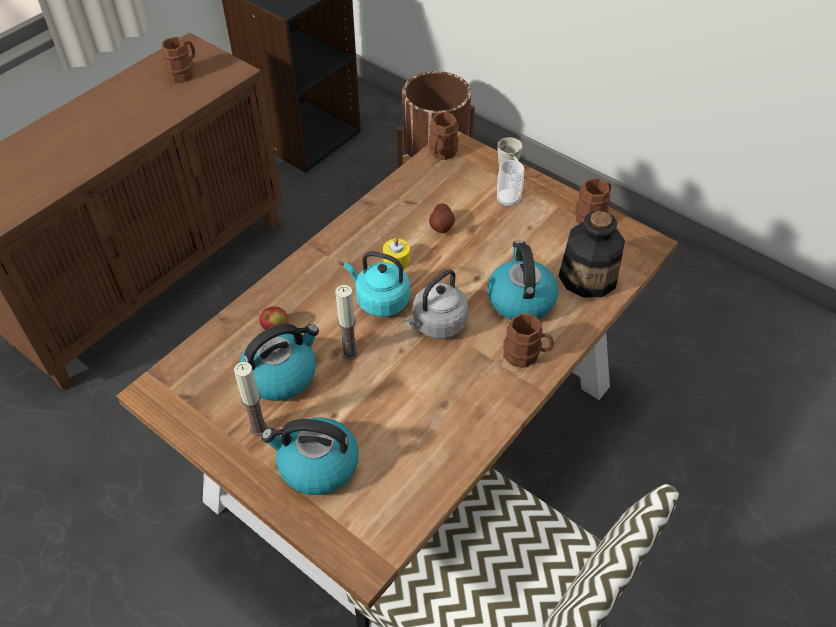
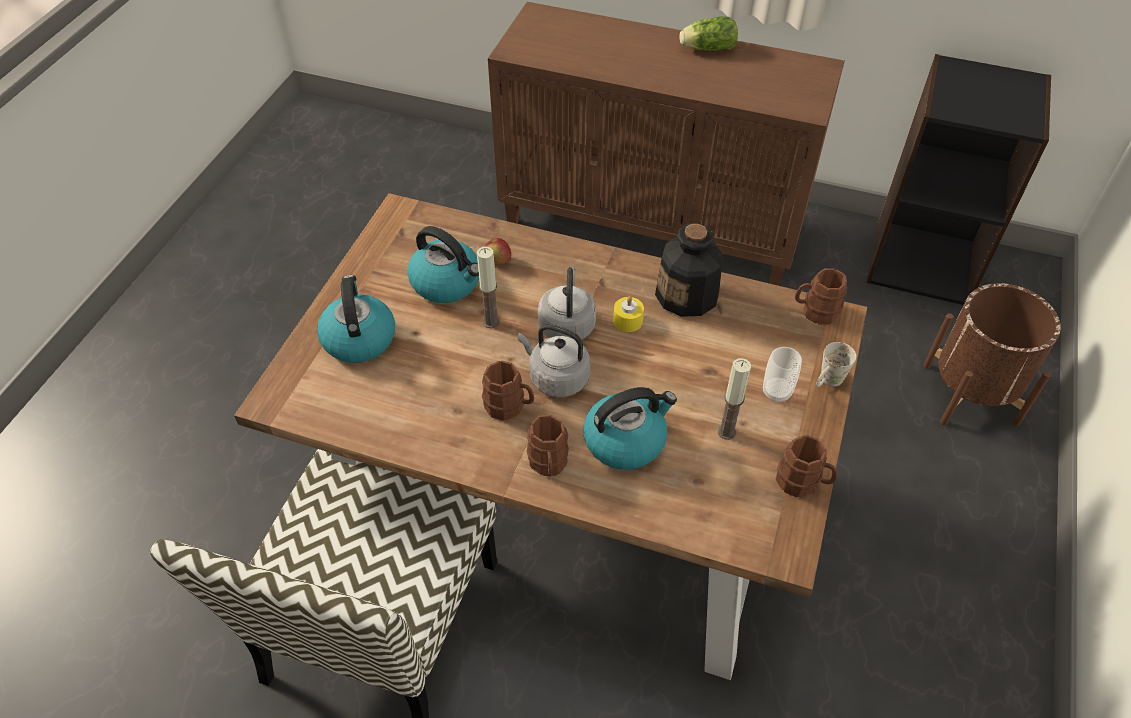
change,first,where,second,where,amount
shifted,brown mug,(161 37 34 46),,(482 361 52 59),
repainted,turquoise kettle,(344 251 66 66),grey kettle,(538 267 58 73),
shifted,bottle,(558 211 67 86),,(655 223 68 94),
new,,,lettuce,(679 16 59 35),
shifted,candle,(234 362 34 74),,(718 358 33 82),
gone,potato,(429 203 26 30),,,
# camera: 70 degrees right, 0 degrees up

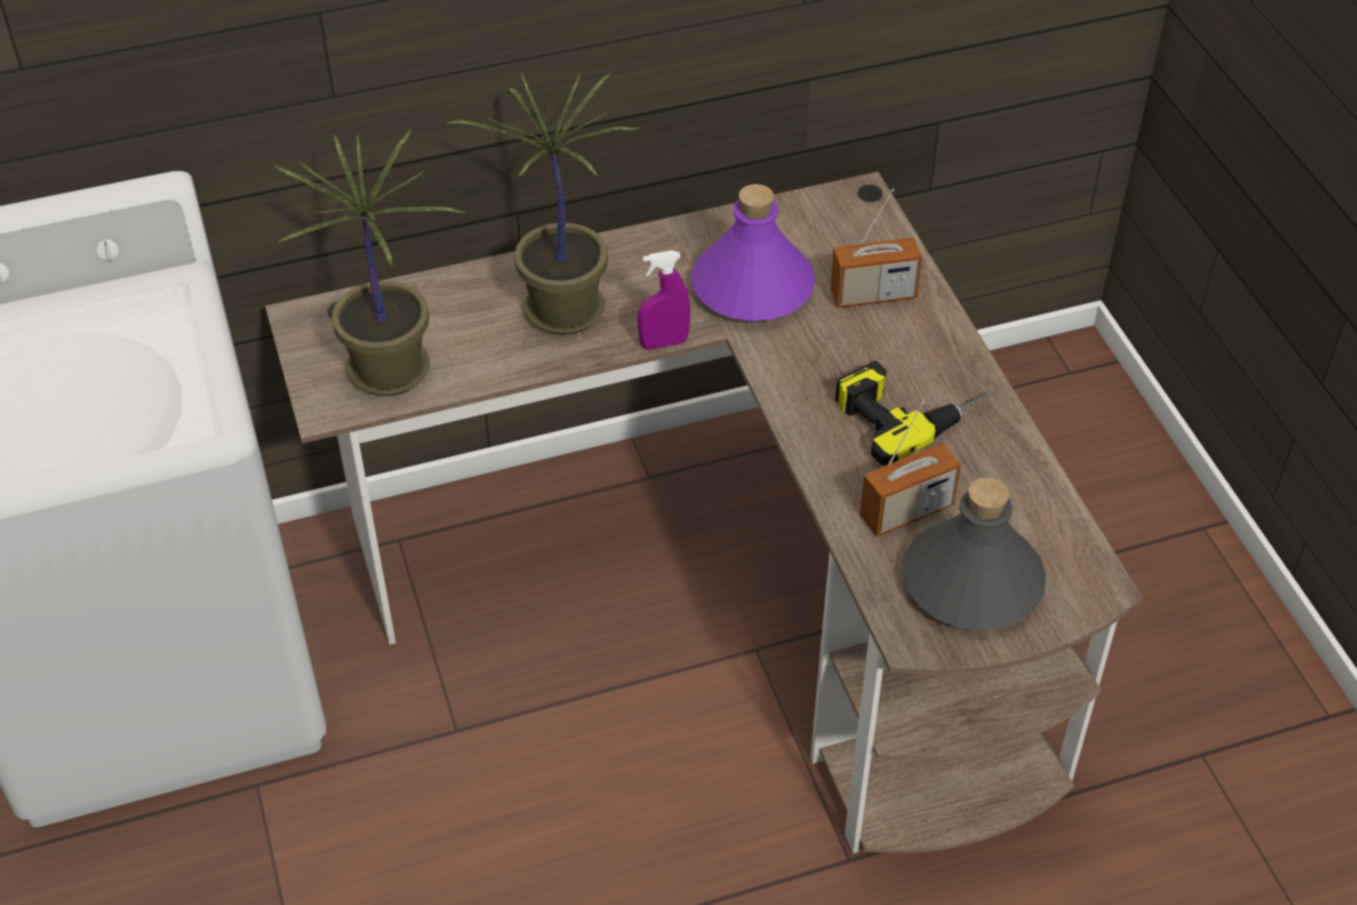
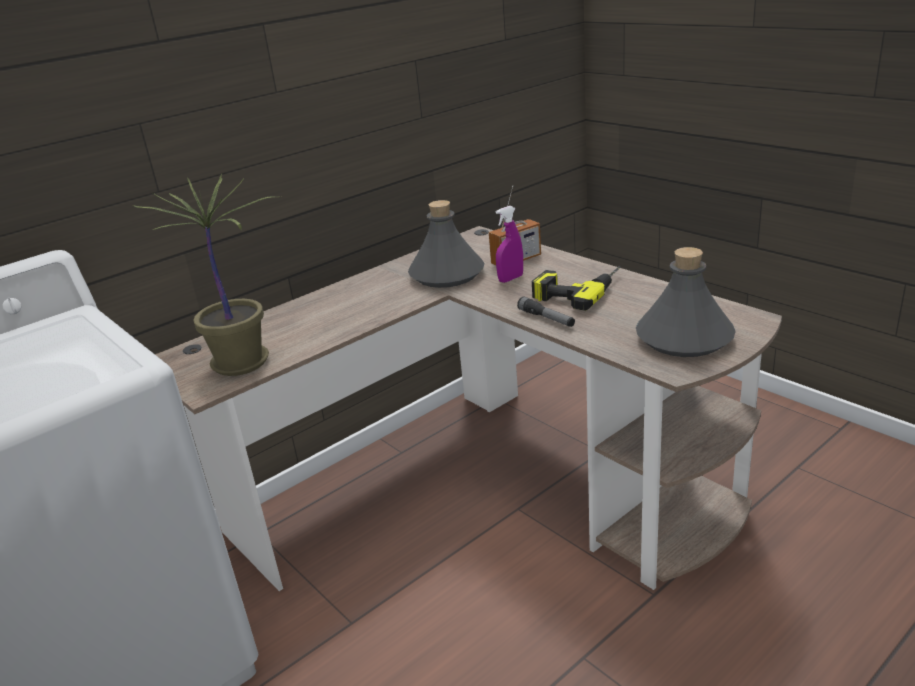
change,first,where,second,where,amount
repainted,purple bottle,(691 184 124 137),grey bottle,(408 200 76 88),
shifted,purple spray bottle,(637 250 54 100),,(496 206 27 77),
new,,,flashlight,(517 296 58 31),
gone,potted plant,(446 73 194 262),,,
gone,radio,(860 401 101 136),,,
# camera: 20 degrees left, 20 degrees down

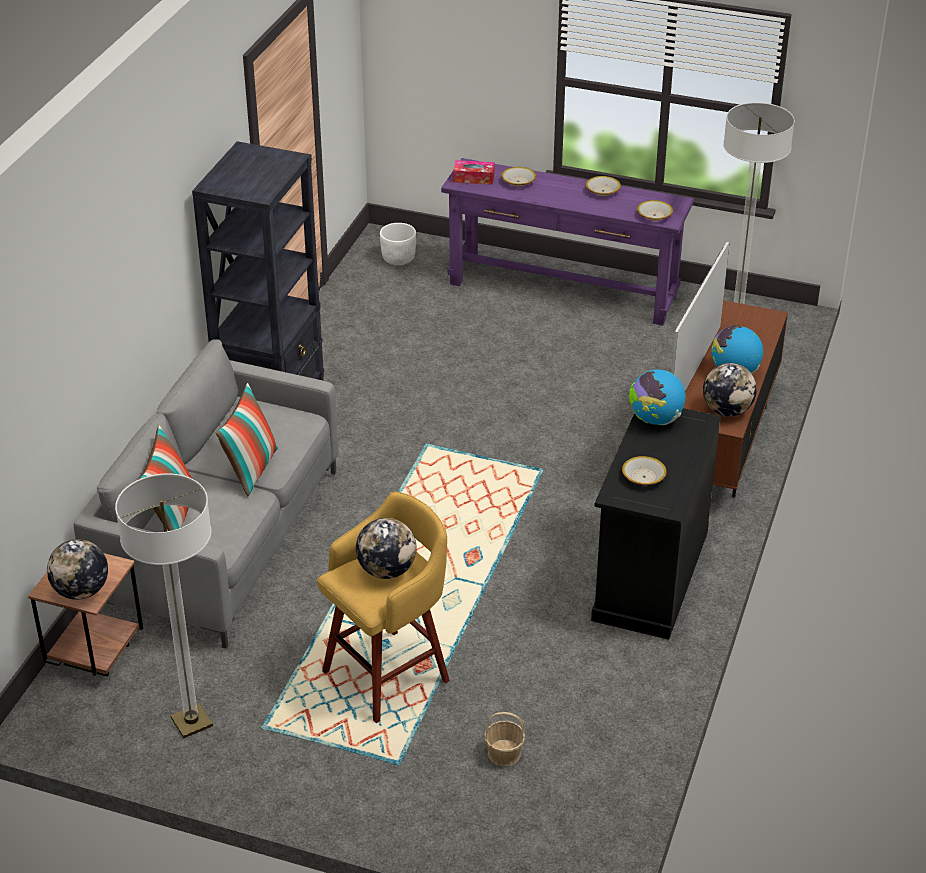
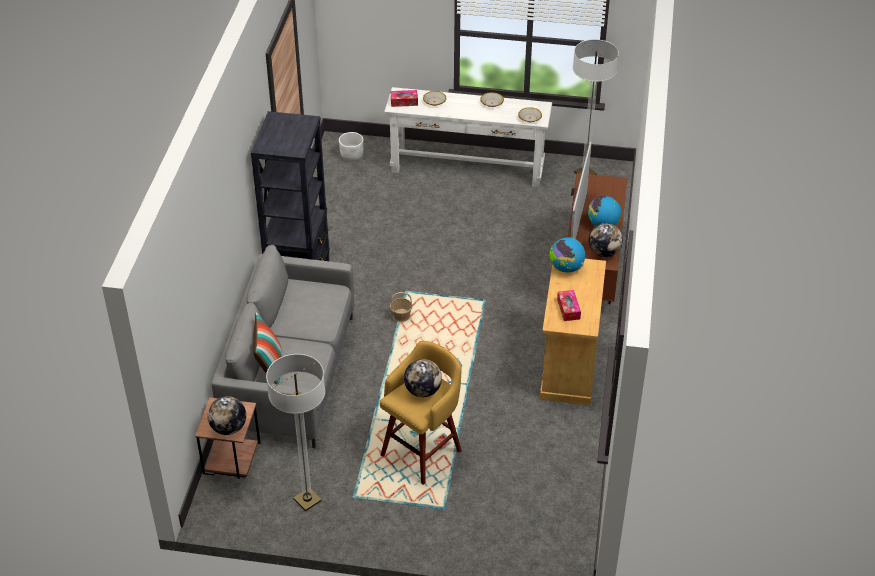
change,first,where,second,where,amount
repainted,purple console table,(441 158 253 167),white console table,(384 87 168 100),
shifted,basket,(484 712 41 54),,(390 292 22 30),
repainted,black cabinet,(591 408 130 232),beige cabinet,(540 259 66 146),
swapped,bowl,(622 456 44 29),tissue box,(557 290 24 31),
gone,pillow,(216 383 62 113),,,
# camera: 10 degrees left, 5 degrees up

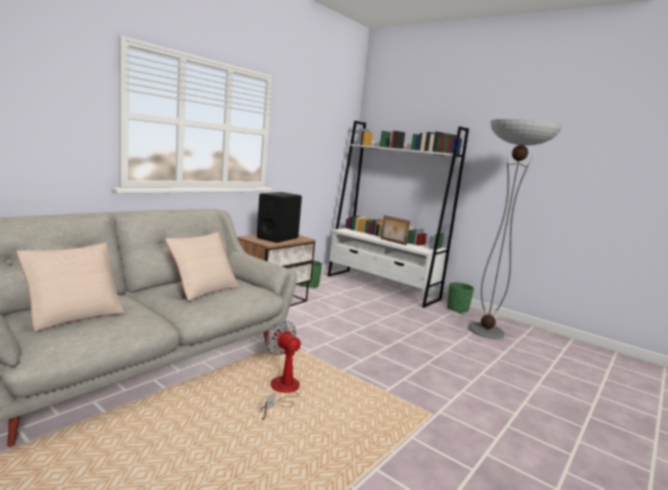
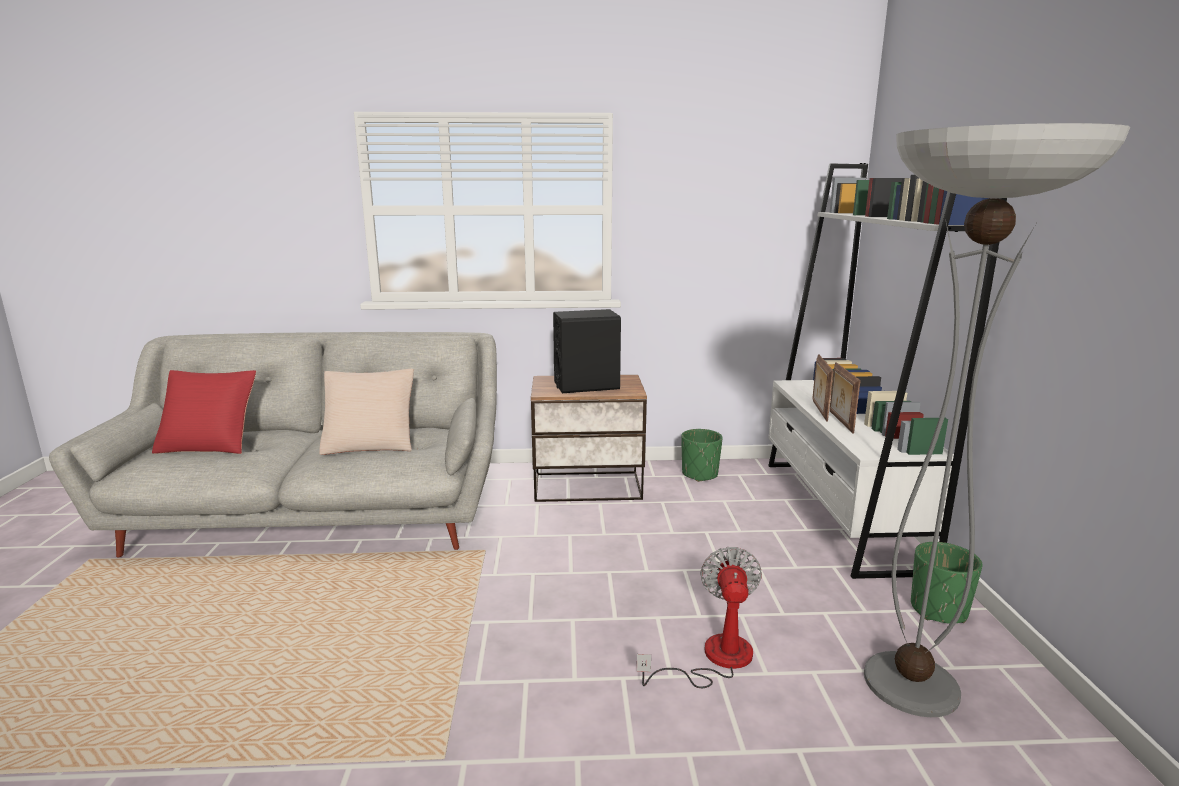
change,first,where,second,where,amount
repainted,beige pillow,(17 243 108 88),red pillow,(152 370 104 84),
shifted,fan,(260 321 41 99),,(637 547 125 141),
new,,,picture frame,(812 355 21 67),
# camera: 50 degrees right, 5 degrees up

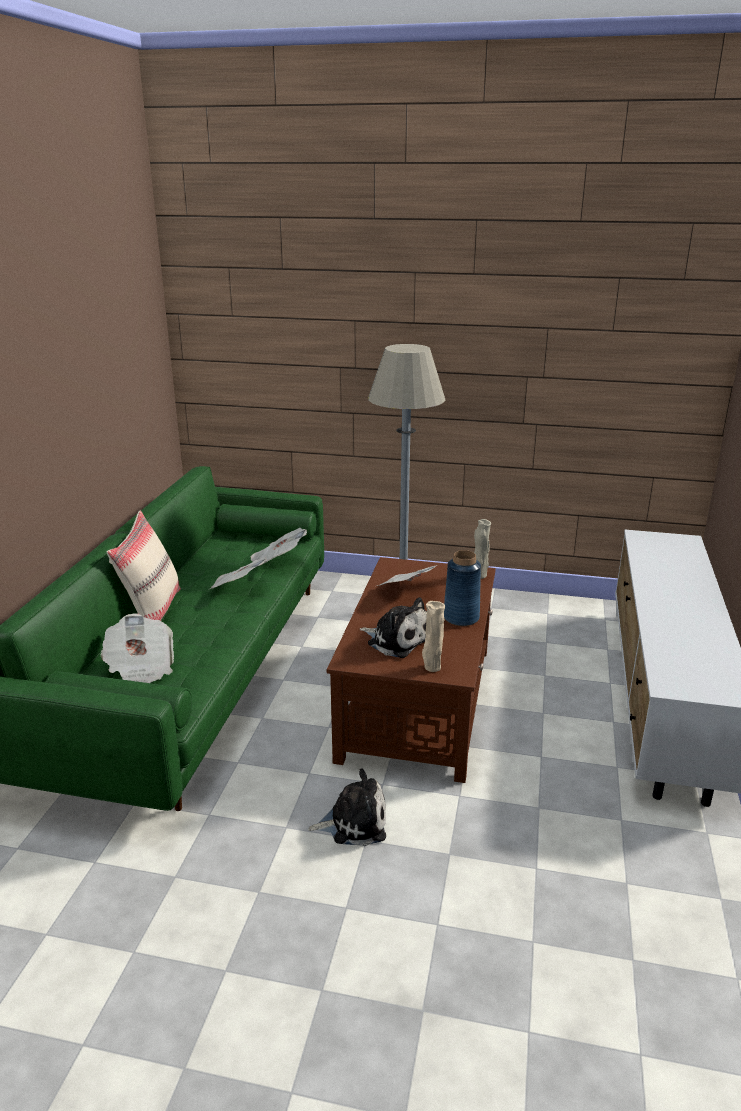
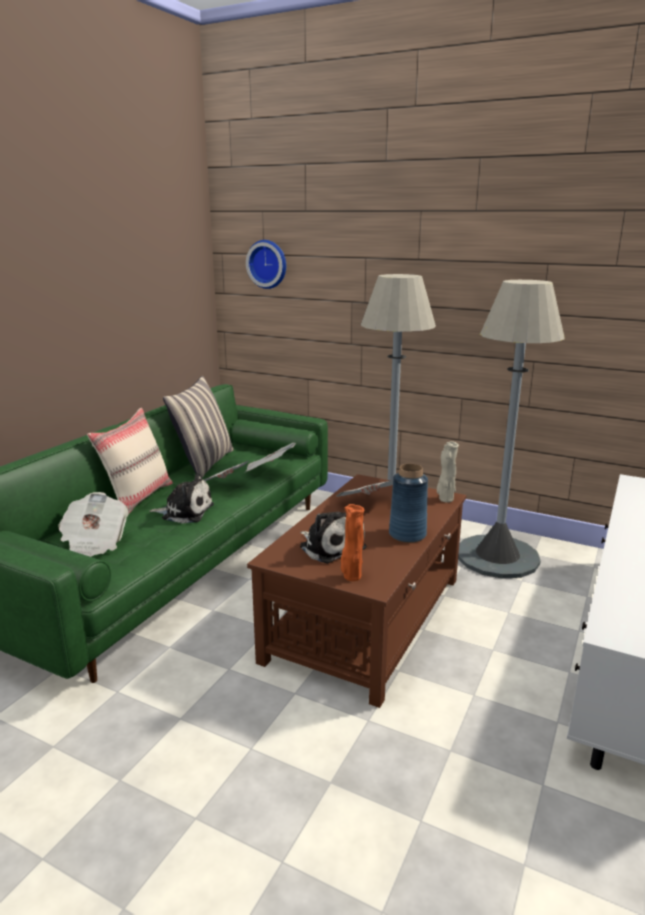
change,first,where,second,where,amount
shifted,plush toy,(308 769 78 77),,(149 473 65 51),
new,,,pillow,(163 376 71 102),
new,,,wall clock,(246 240 40 49),
repainted,beige vase,(422 601 23 71),orange vase,(341 504 23 77),
new,,,grey floor lamp,(458 280 106 299),
# camera: 15 degrees right, 5 degrees down

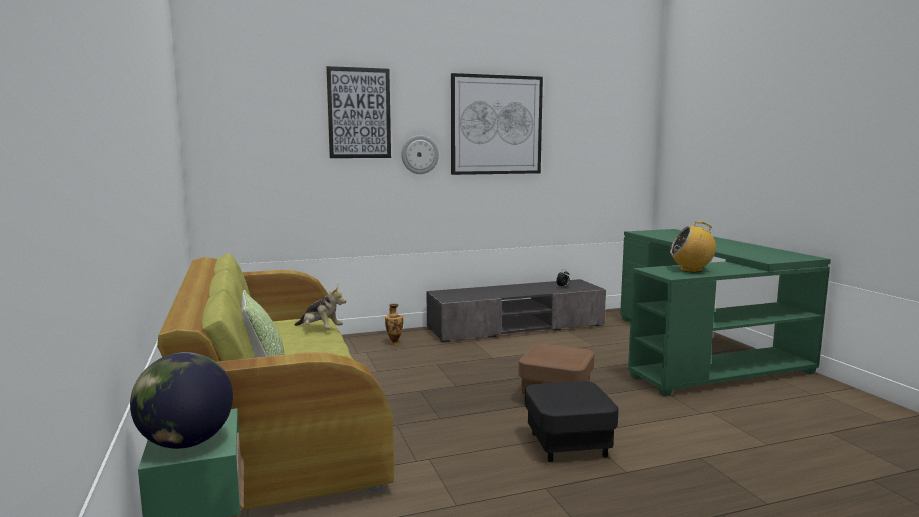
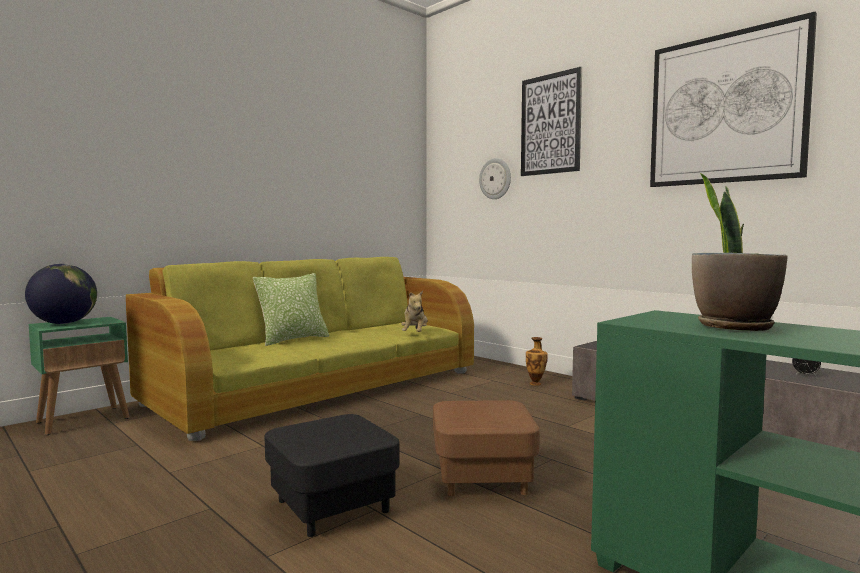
change,first,where,second,where,amount
shifted,wall clock,(401 135 38 39),,(479 158 32 41),
swapped,radio,(670 221 46 51),potted plant,(692 173 95 158),
# camera: 65 degrees right, 5 degrees down

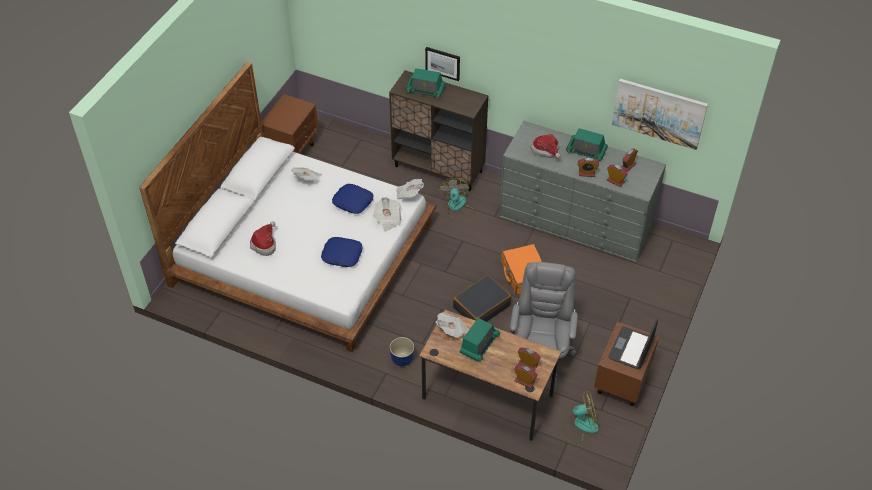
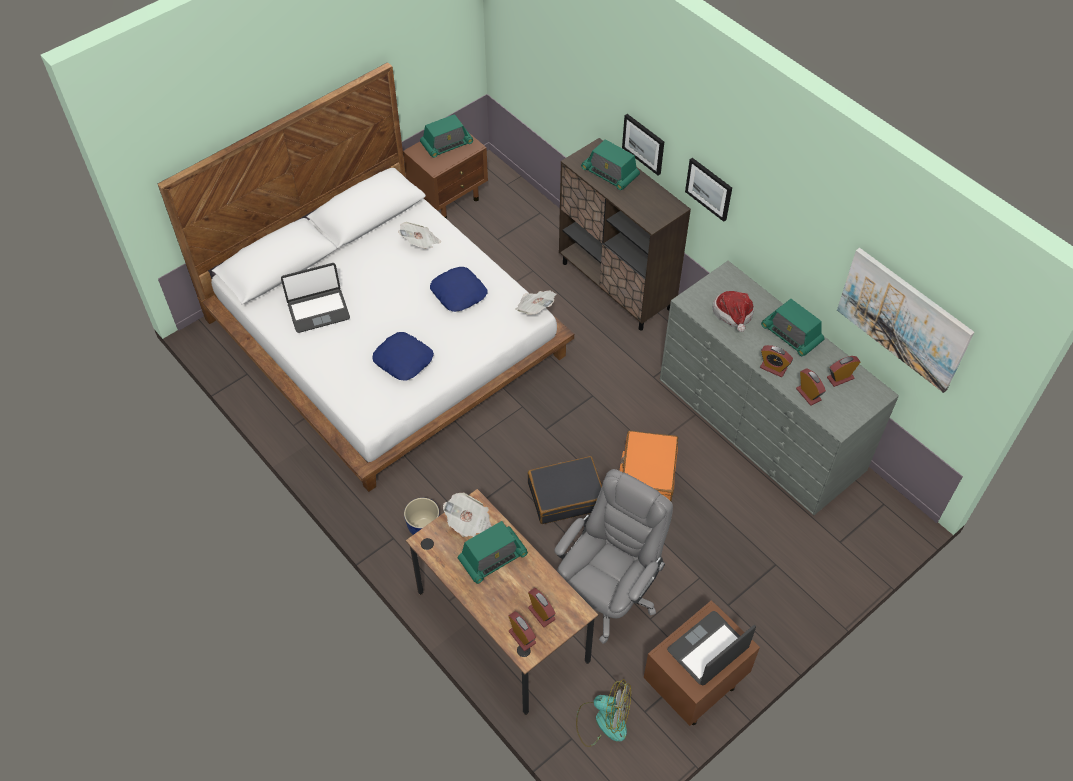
change,first,where,second,where,amount
swapped,hat,(250 221 26 35),laptop,(281 263 69 70),
new,,,radio,(420 114 53 44),
new,,,picture,(685 158 47 64),
gone,newspaper,(373 197 29 34),,,
gone,fan,(439 178 36 41),,,
# camera: 25 degrees right, 5 degrees up

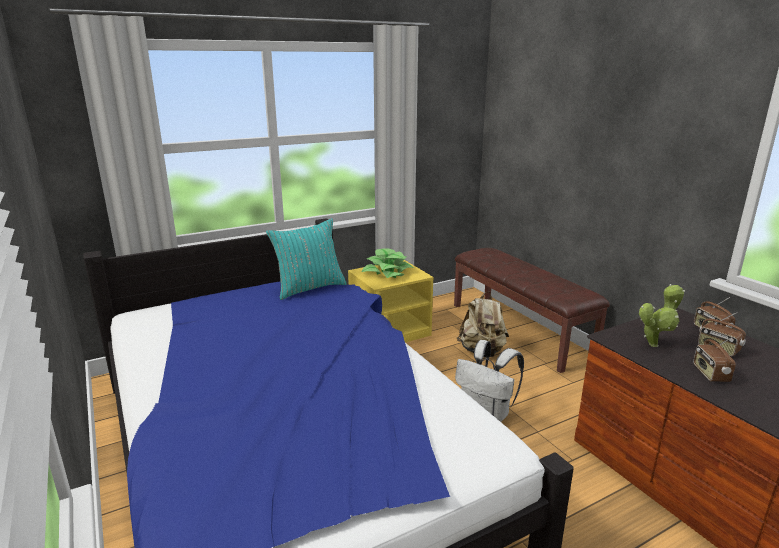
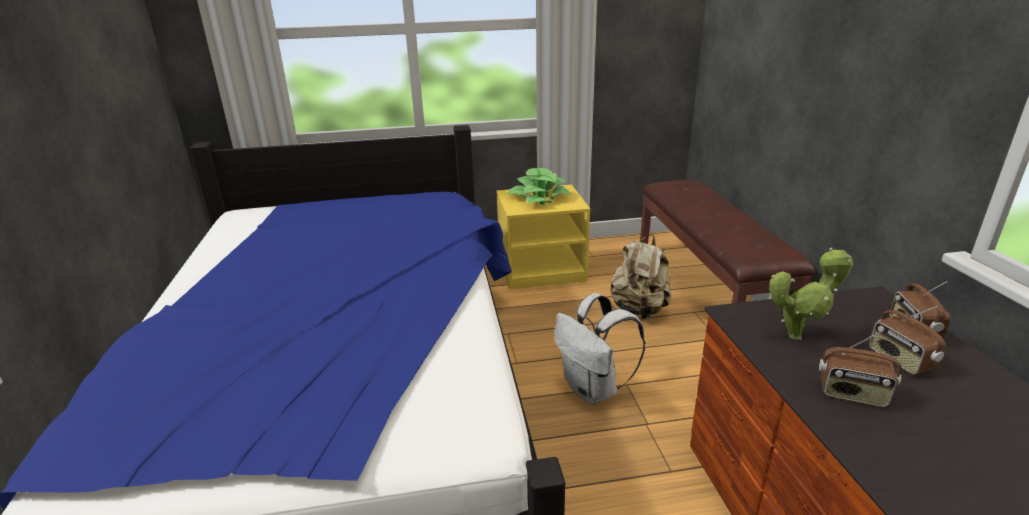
change,first,where,second,where,amount
rotated,radio,(693 337 43 45),,(819 331 83 76),90 degrees counterclockwise
gone,turquoise pillow,(266 219 81 81),,,
# camera: 20 degrees right, 5 degrees up

